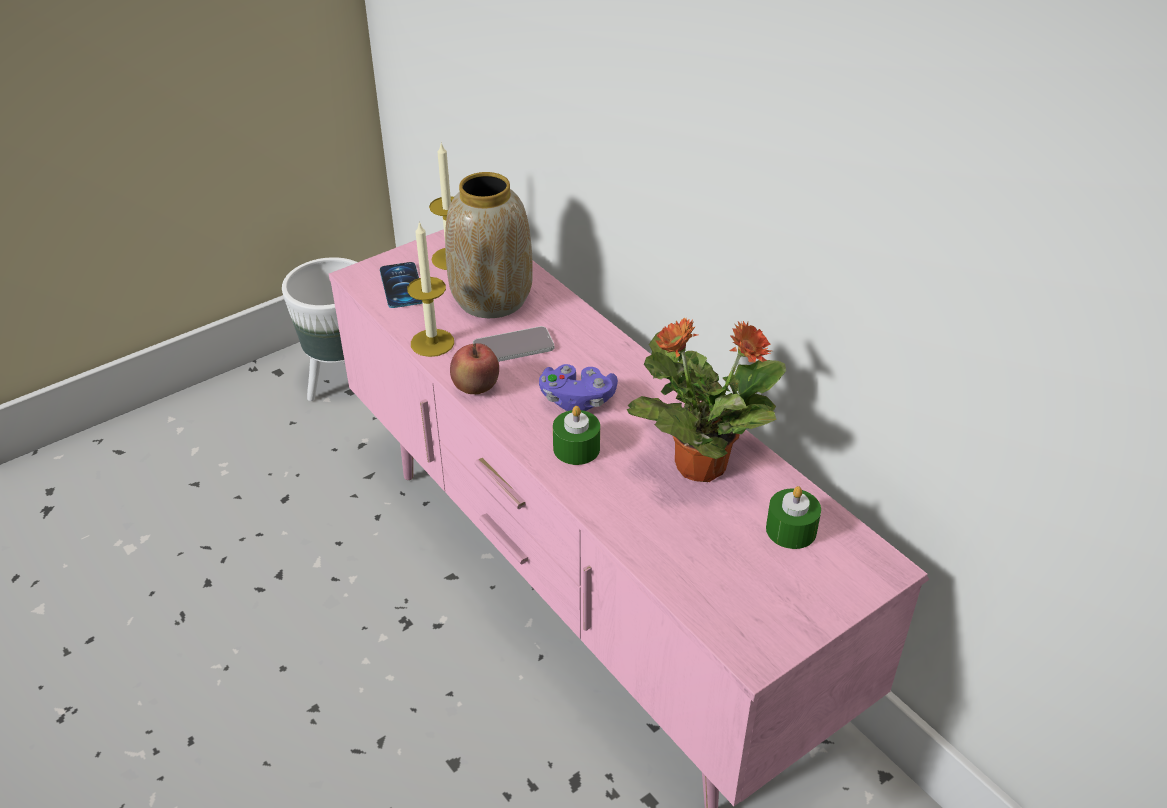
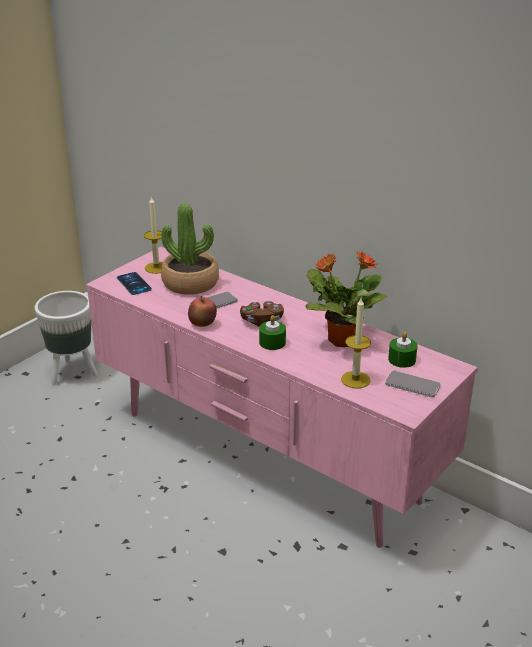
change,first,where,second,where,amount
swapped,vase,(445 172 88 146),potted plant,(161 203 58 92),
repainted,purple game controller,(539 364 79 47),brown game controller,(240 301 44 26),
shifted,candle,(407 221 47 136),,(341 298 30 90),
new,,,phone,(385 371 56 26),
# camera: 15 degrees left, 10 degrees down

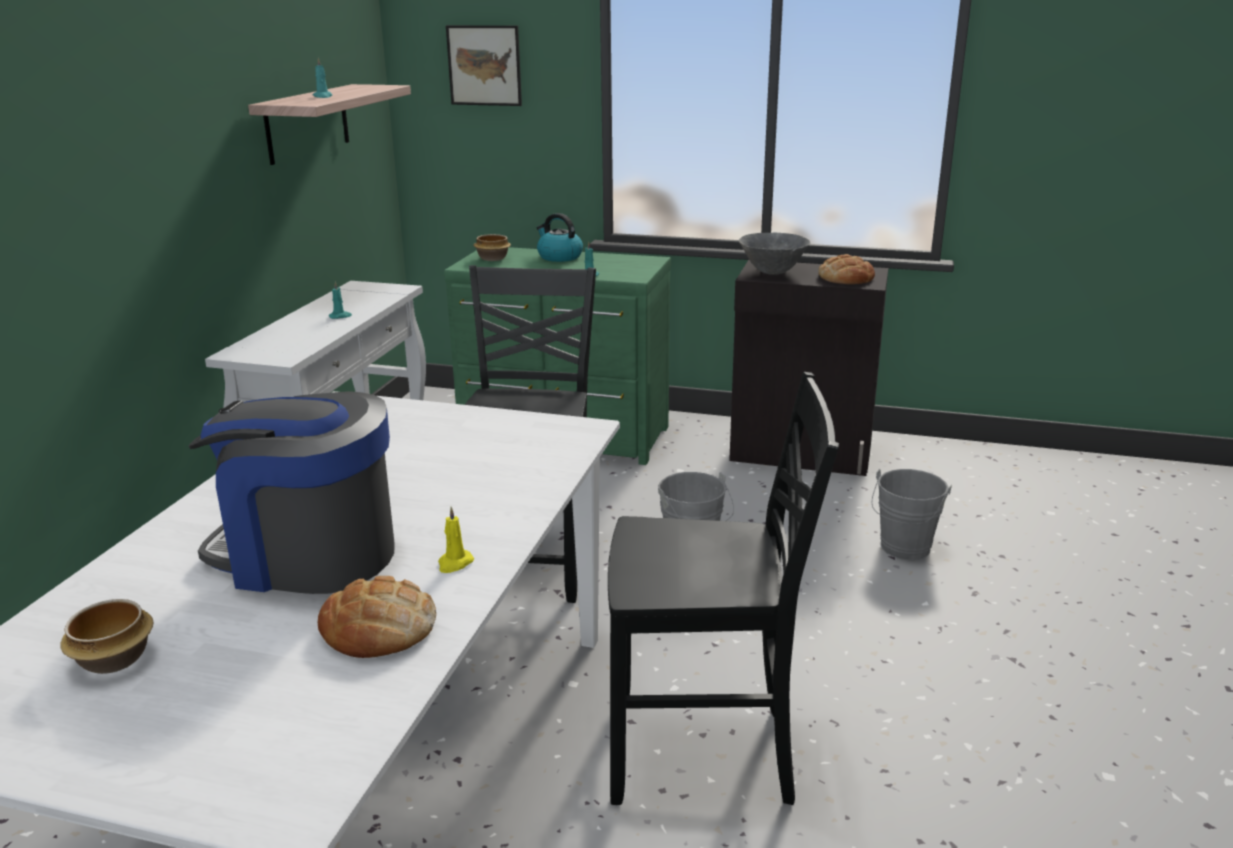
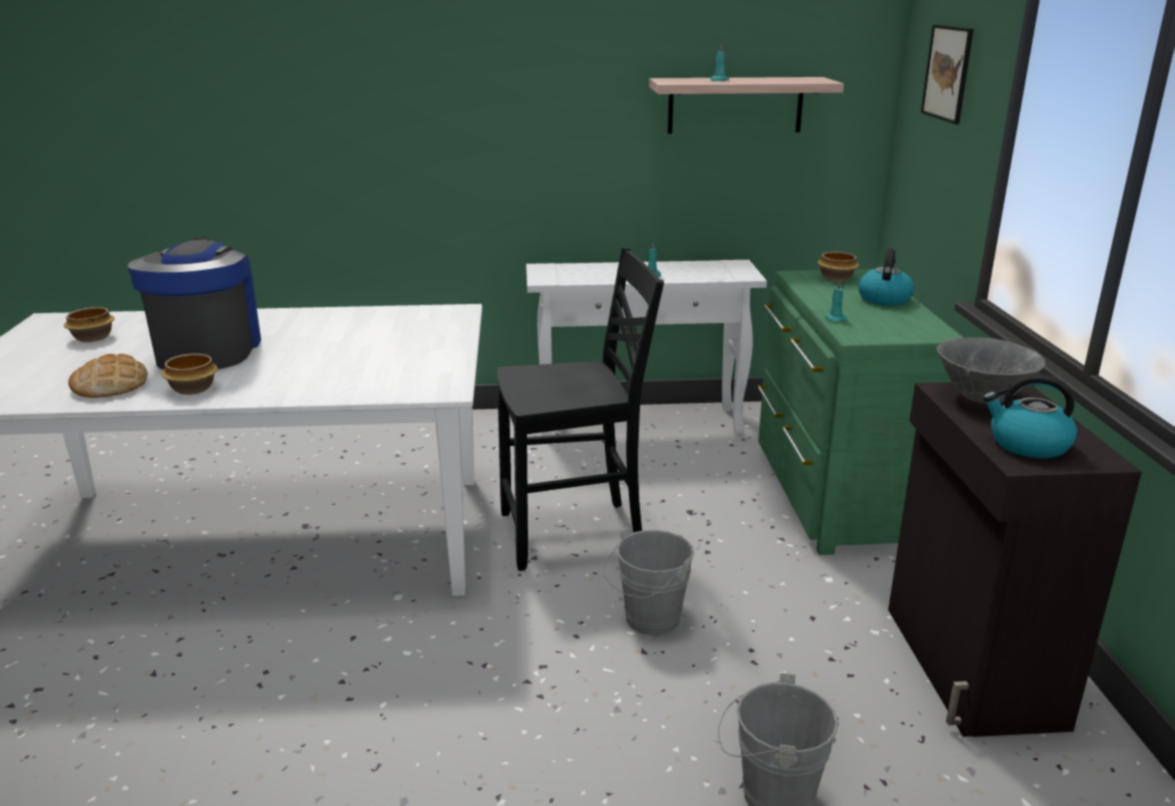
change,first,where,second,where,amount
swapped,yellow candle,(438 507 36 66),bowl,(161 353 57 42),
swapped,bread,(818 254 57 30),kettle,(983 374 94 84),
gone,black chair,(608 372 231 433),,,
# camera: 70 degrees right, 0 degrees up

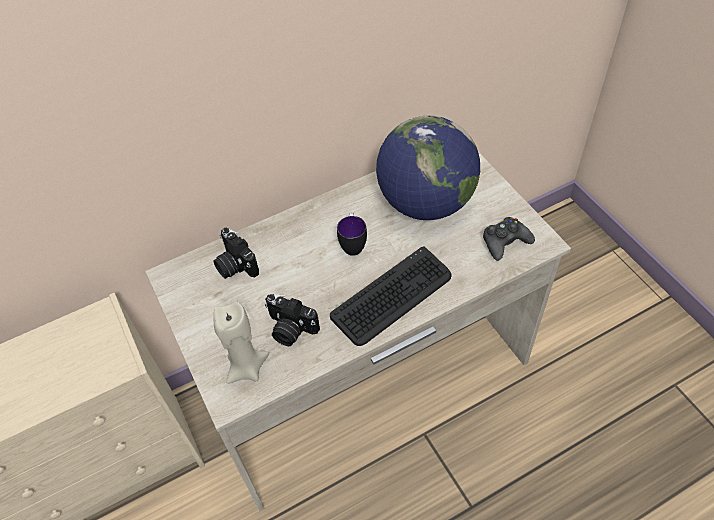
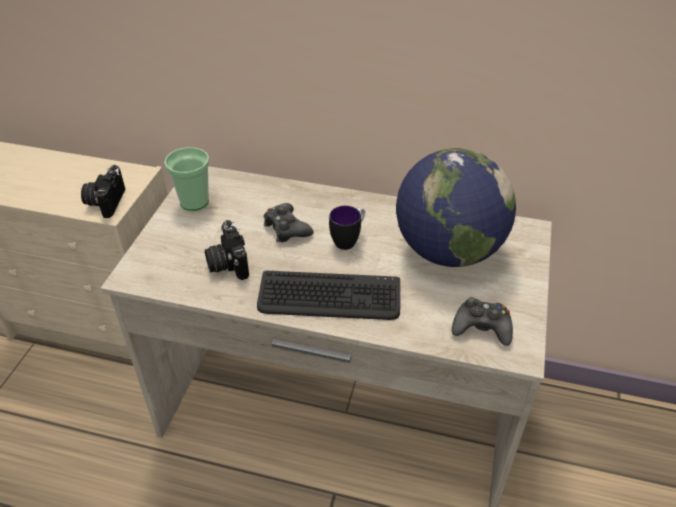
change,first,where,second,where,amount
shifted,photo camera,(213 228 46 51),,(81 165 44 53),
new,,,cup,(164 147 46 64),
new,,,black game controller,(264 203 49 39),
gone,beige candle,(213 301 56 83),,,
# camera: 40 degrees right, 10 degrees down

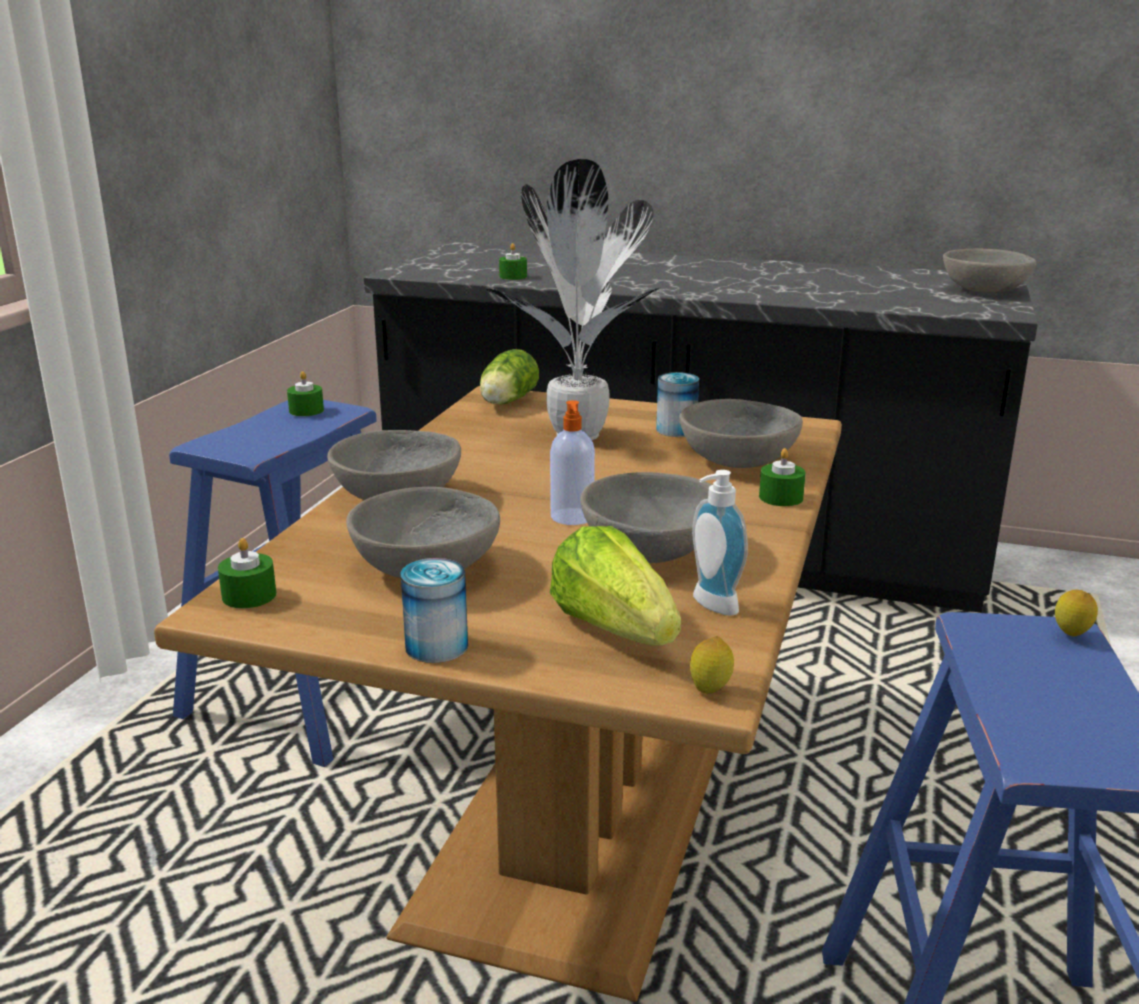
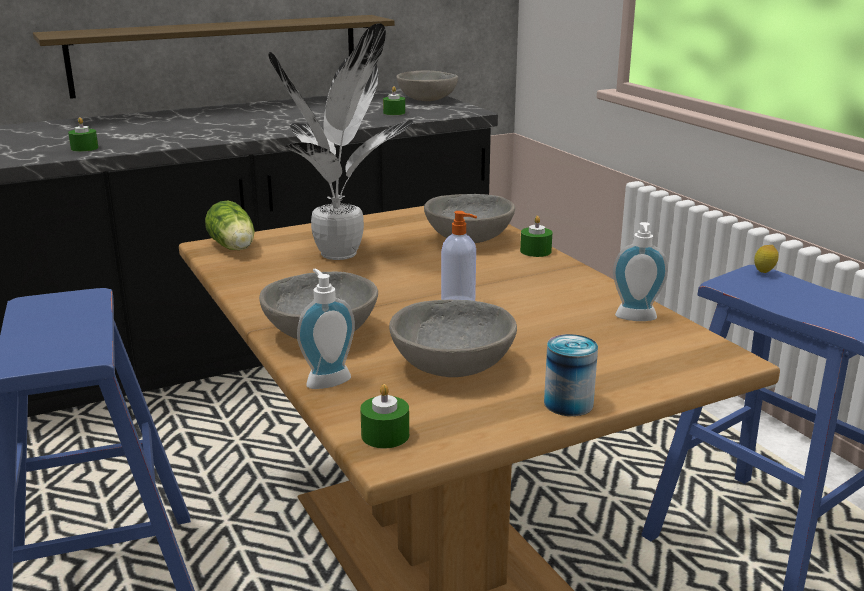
change,first,where,second,where,amount
new,,,shelf,(33 15 362 84),
new,,,soap dispenser,(297 269 58 120),
shifted,green candle,(287 371 37 45),,(383 86 22 29),
gone,lettuce,(550 526 131 120),,,
gone,grey bowl,(580 472 132 91),,,
gone,can,(656 372 43 65),,,
gone,lemon,(690 636 44 58),,,
# camera: 45 degrees left, 0 degrees up

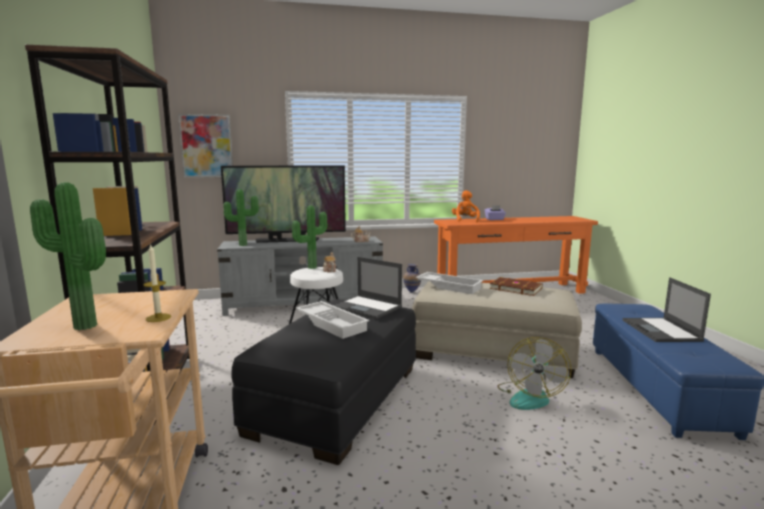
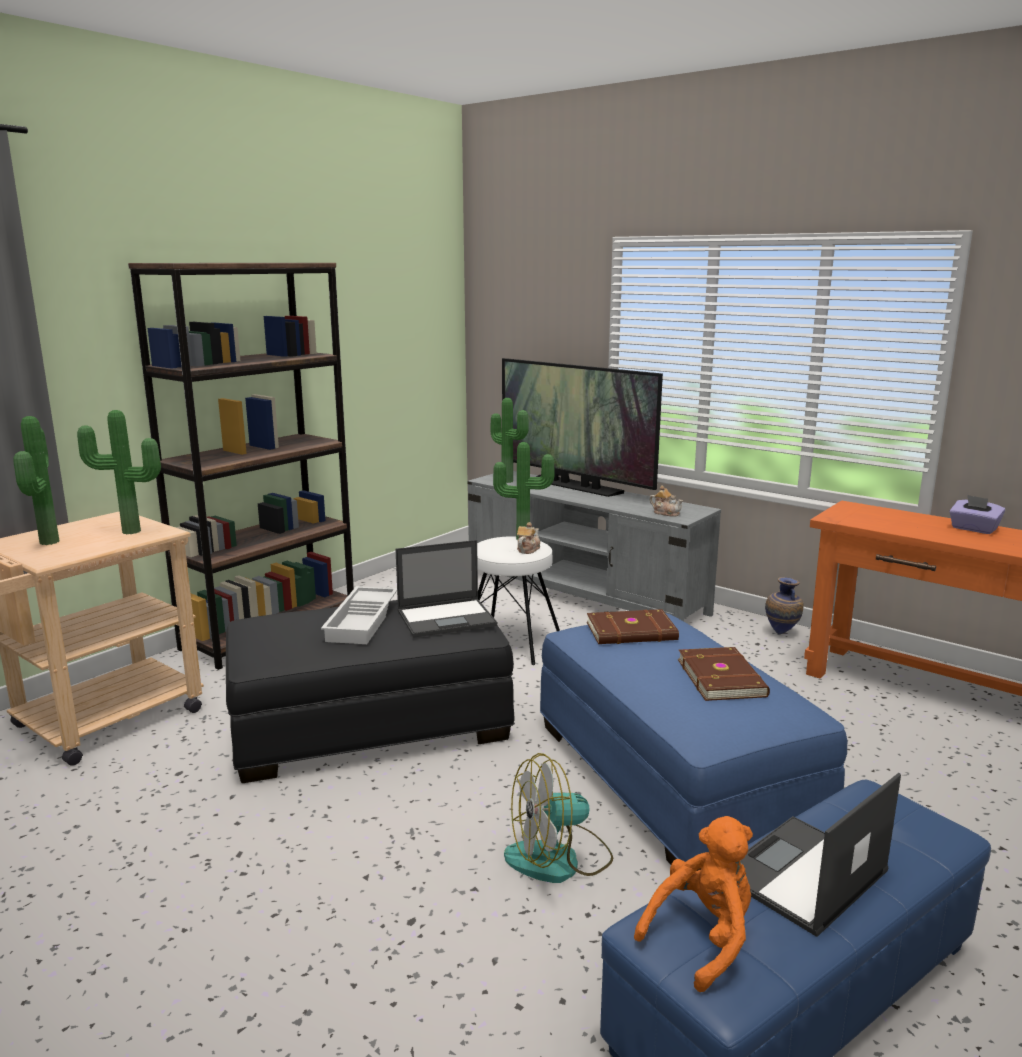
change,first,where,second,where,amount
new,,,potted plant,(77 410 84 124),
rotated,laptop,(333 257 69 62),,(395 540 102 97),105 degrees counterclockwise
repainted,beige ottoman,(412 281 170 97),blue ottoman,(540 613 307 259),
swapped,white tray,(416 272 67 22),brown book,(587 609 92 35),
shifted,orange plush toy,(452 190 28 33),,(634 816 119 176),
gone,candle,(144 243 27 79),,,
gone,picture,(178 114 55 64),,,
# camera: 50 degrees right, 5 degrees up

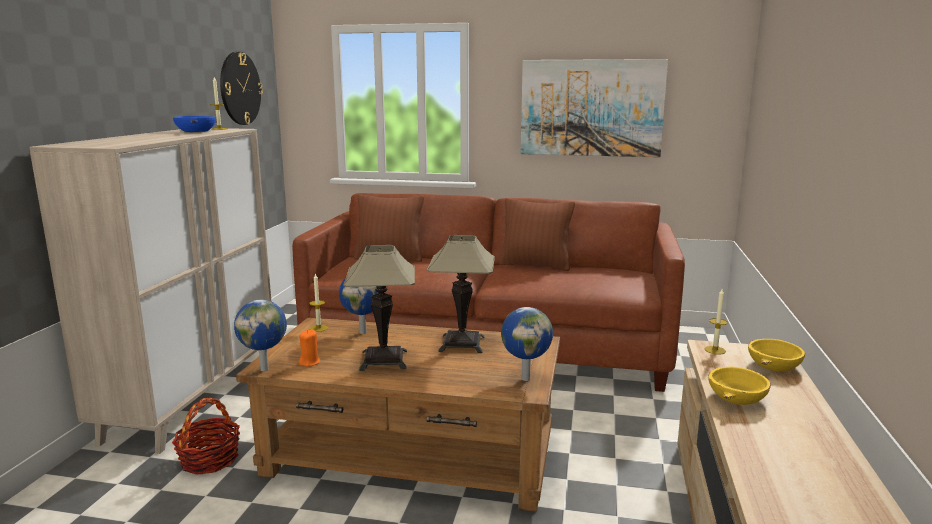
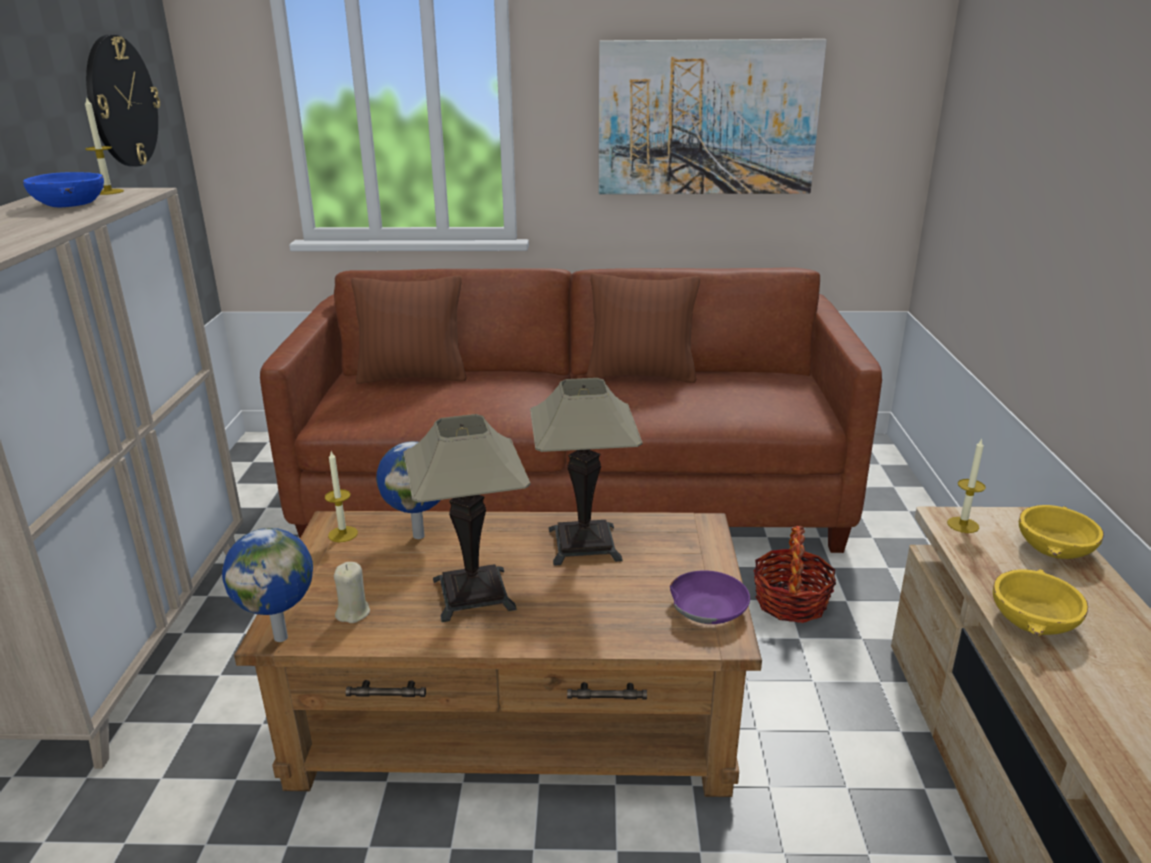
change,first,where,second,where,amount
repainted,orange candle,(299 330 21 37),beige candle,(334 562 36 61),
swapped,globe,(501 307 52 74),purple bowl,(670 570 80 54),
shifted,basket,(172 398 68 77),,(753 526 83 97),
# camera: 10 degrees left, 10 degrees up

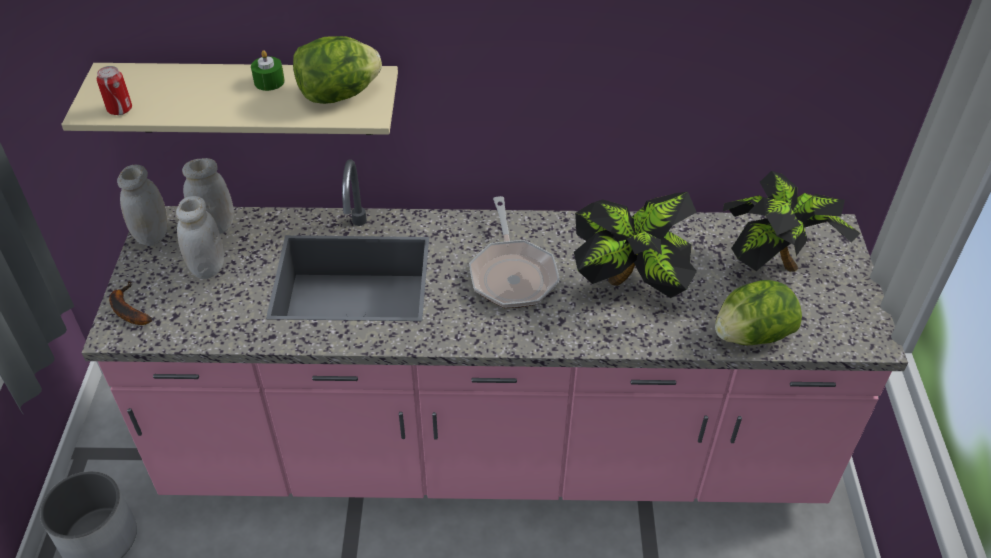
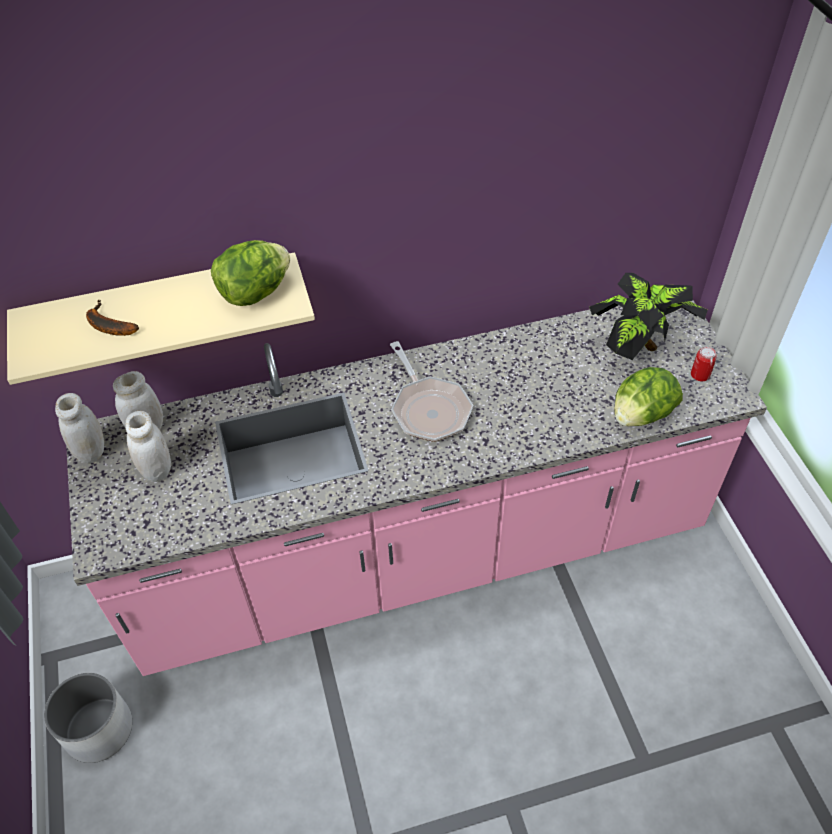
change,first,where,second,where,amount
shifted,banana,(109 281 43 44),,(86 300 53 36),
shifted,can,(97 66 35 49),,(691 346 26 35),
gone,green candle,(251 50 34 41),,,
gone,potted plant,(574 192 123 106),,,
# camera: 15 degrees left, 5 degrees up

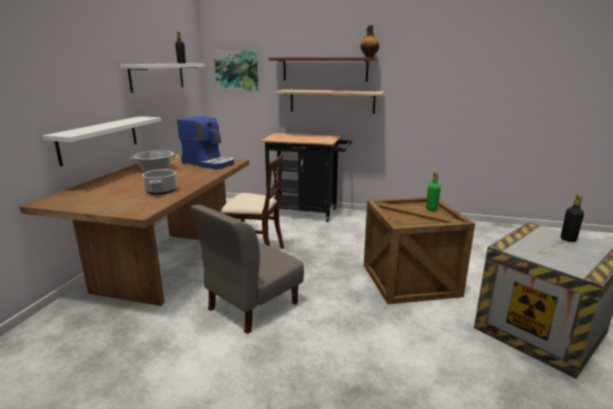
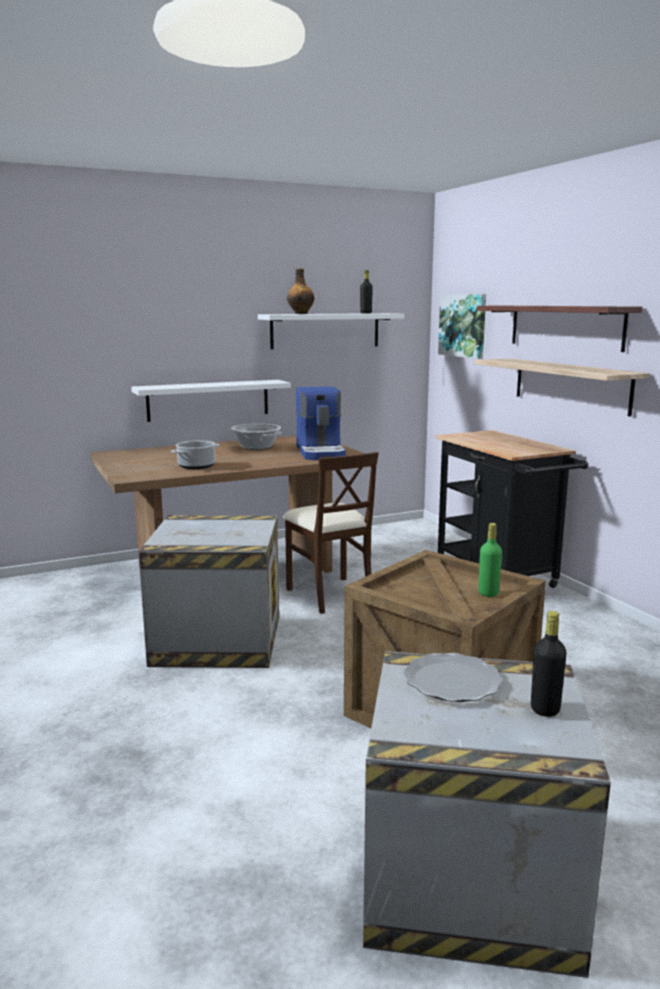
change,first,where,second,where,amount
swapped,grey chair,(191 205 113 129),crate,(139 515 140 153),
shifted,bottle,(361 25 18 32),,(287 268 27 46),
new,,,plate,(404 653 99 49),
# camera: 50 degrees right, 5 degrees down

